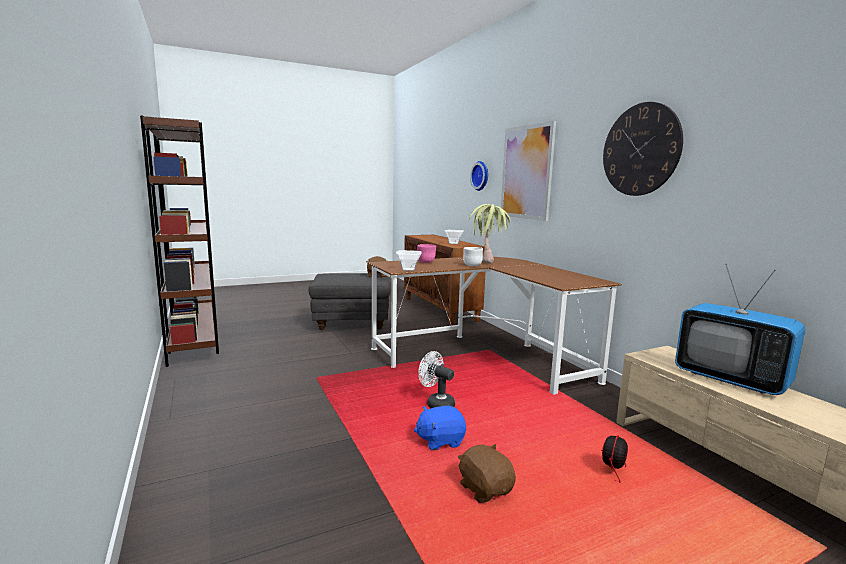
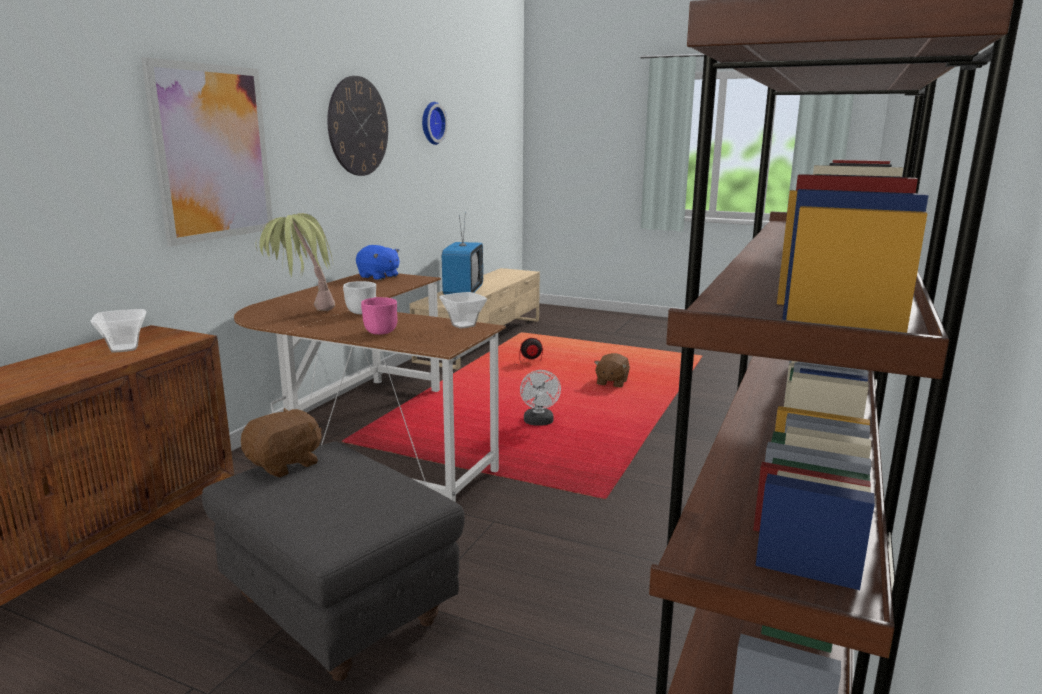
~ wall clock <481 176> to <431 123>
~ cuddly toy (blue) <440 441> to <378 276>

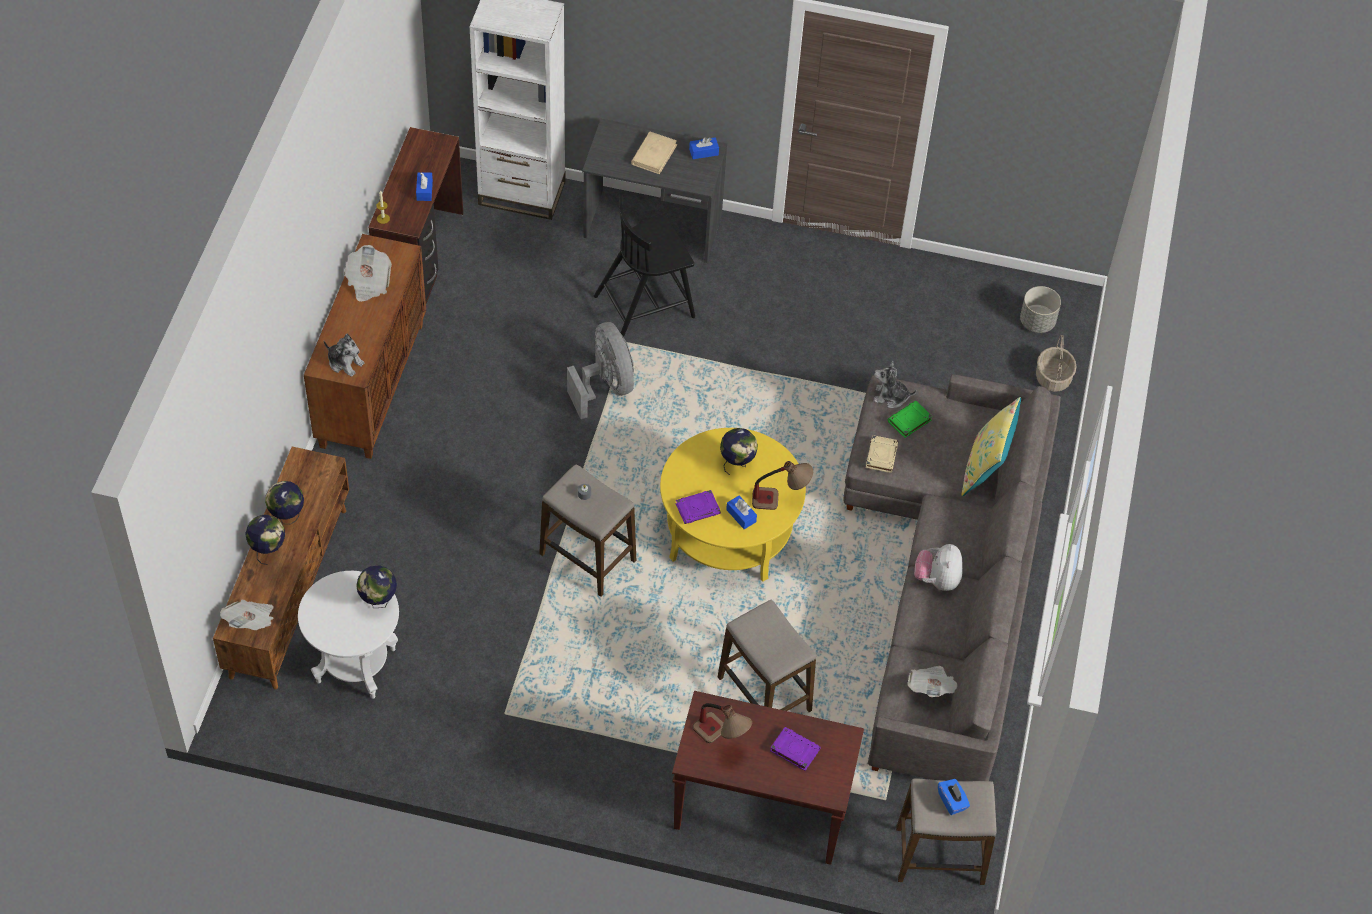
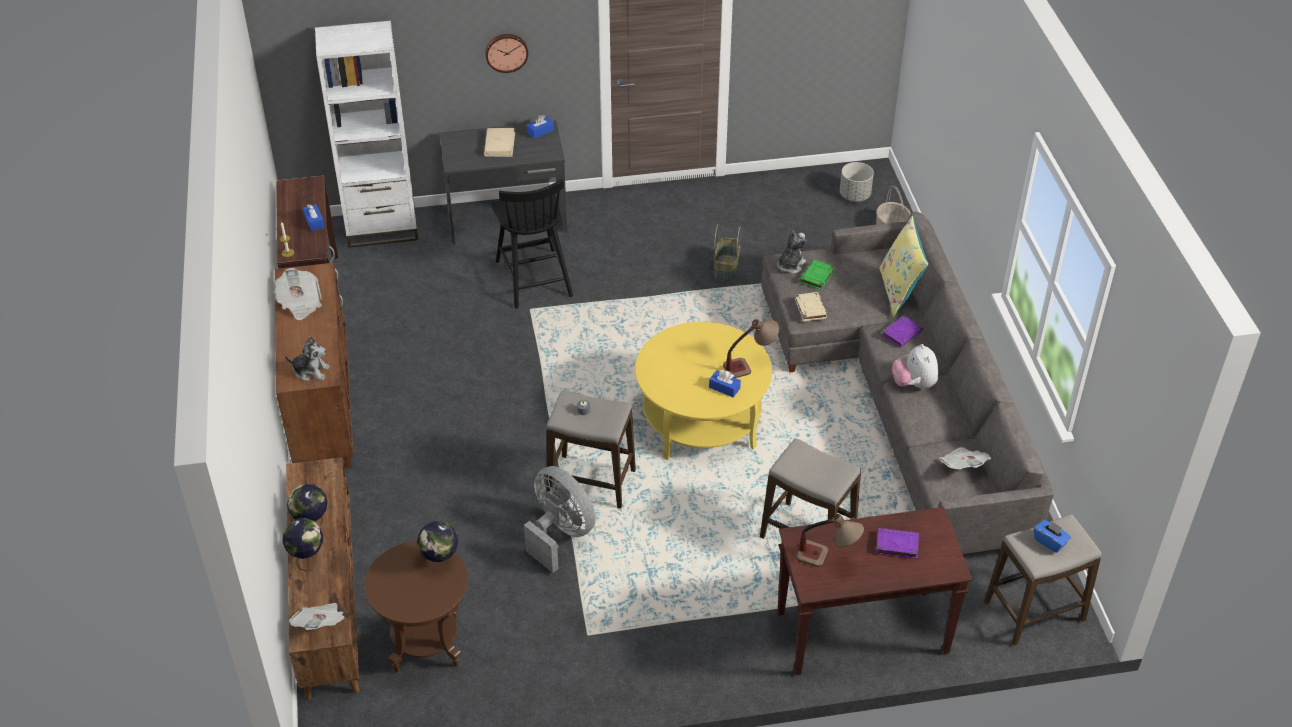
~ plain chair (black-coloured) <646 305> = <533 277> 60 degrees counterclockwise
~ cooling fan (greyish) <605 386> to <560 534>
~ cuddly toy <890 397> = <790 265> 135 degrees clockwise
- desk globe <737 463>
~ bound book (purplish) <698 509> to <902 333>
~ accent table (whitish) <356 665> to accent table (brownish) <426 644>
+ wall clock <506 52>
+ household basket <725 268>

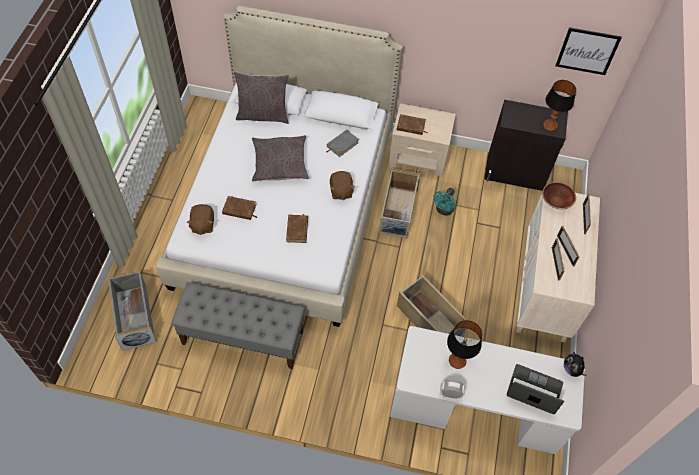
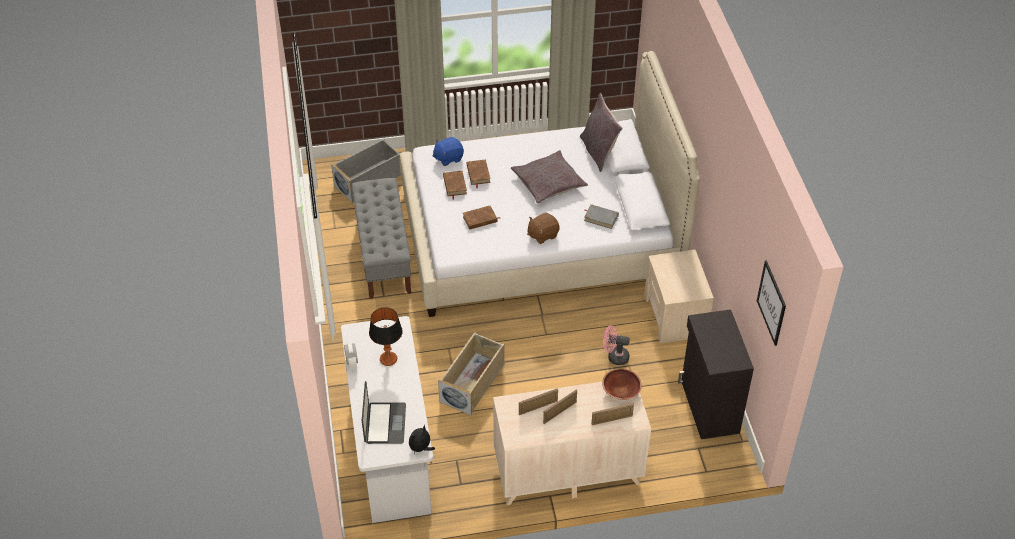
- lamp for a table <550 125>
~ bound book (brownish) <411 126> to <454 185>
- storage bin (sand-coloured) <398 212>
~ cooling fan (blue-green) <443 210> to cooling fan (pink) <614 357>
~ cuddly toy (brownish) <202 225> to cuddly toy (blue) <448 158>

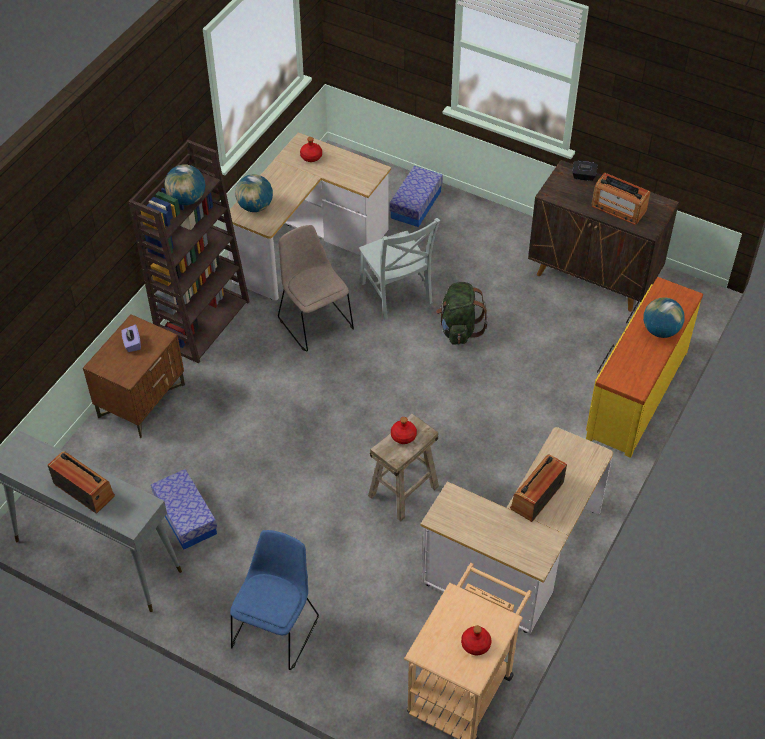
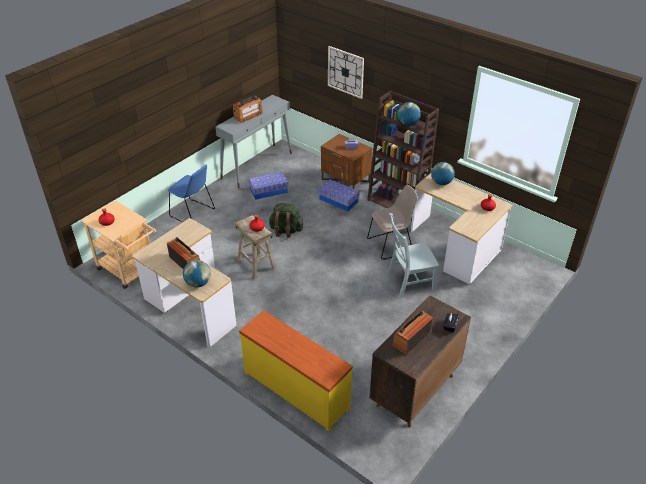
~ storage bin <416 204> to <338 200>
~ knapsack (green) <459 329> to <286 231>
~ desk globe <660 330> to <198 283>
+ wall clock <345 72>

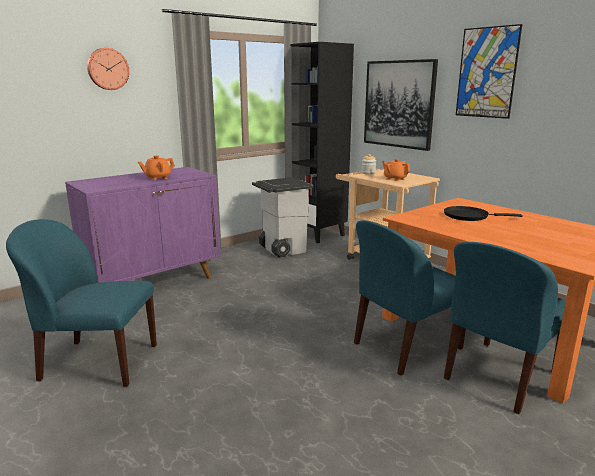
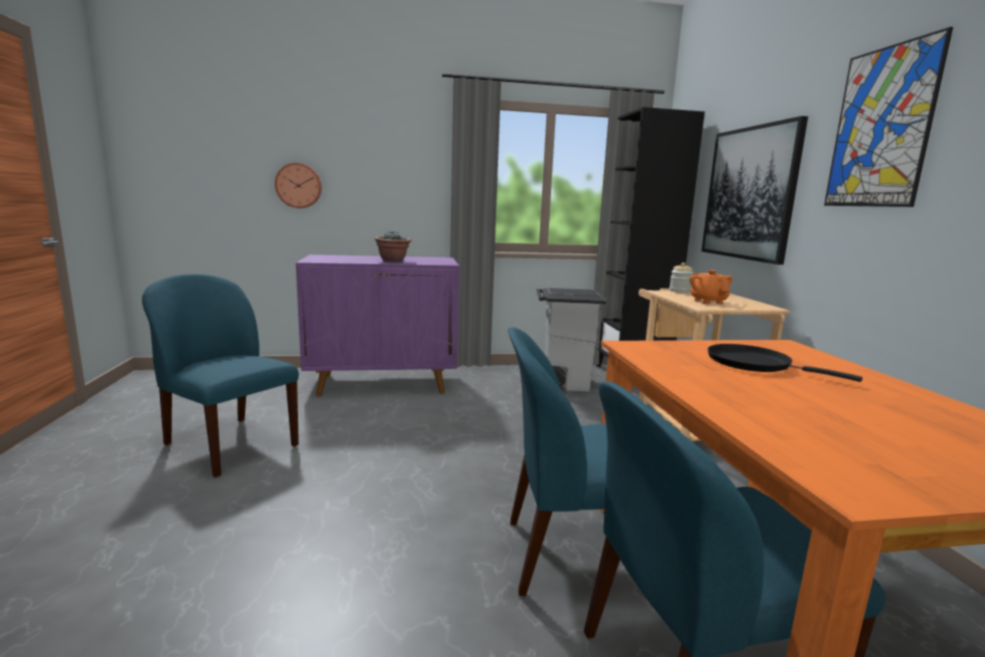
~ wall clock <107 69> to <299 185>
~ teapot (orangey) <157 178> to plant in a pot <393 261>

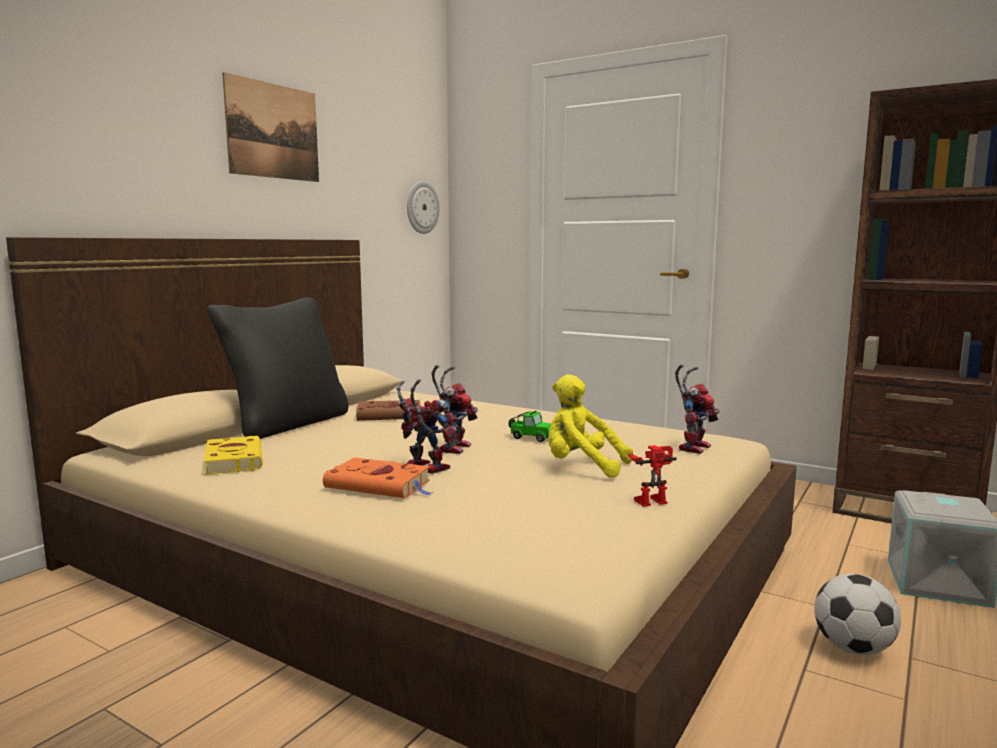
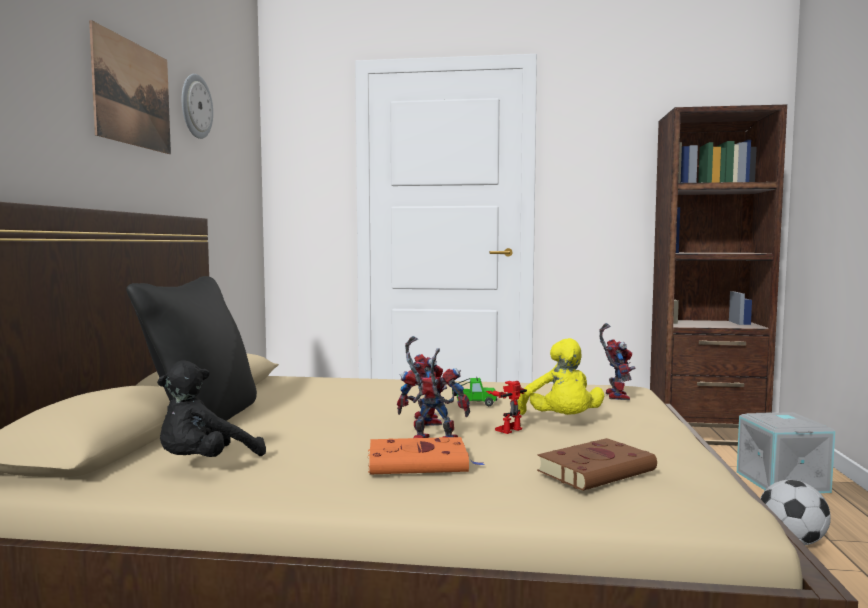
~ wall clock <421 207> to <195 106>
~ cuddly toy (yellow) <581 467> = <561 422> 105 degrees counterclockwise
~ bound book (brownish) <391 415> to <598 470>
~ bound book (yellow) <233 460> to cuddly toy (black-coloured) <205 464>
~ model robot <650 500> to <507 428>

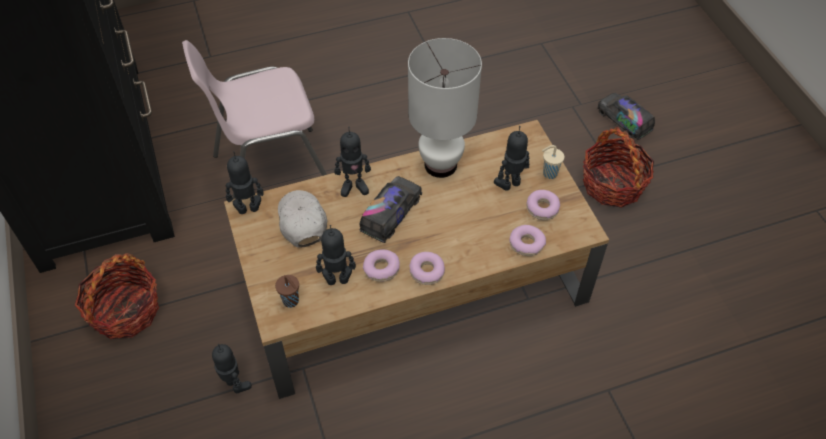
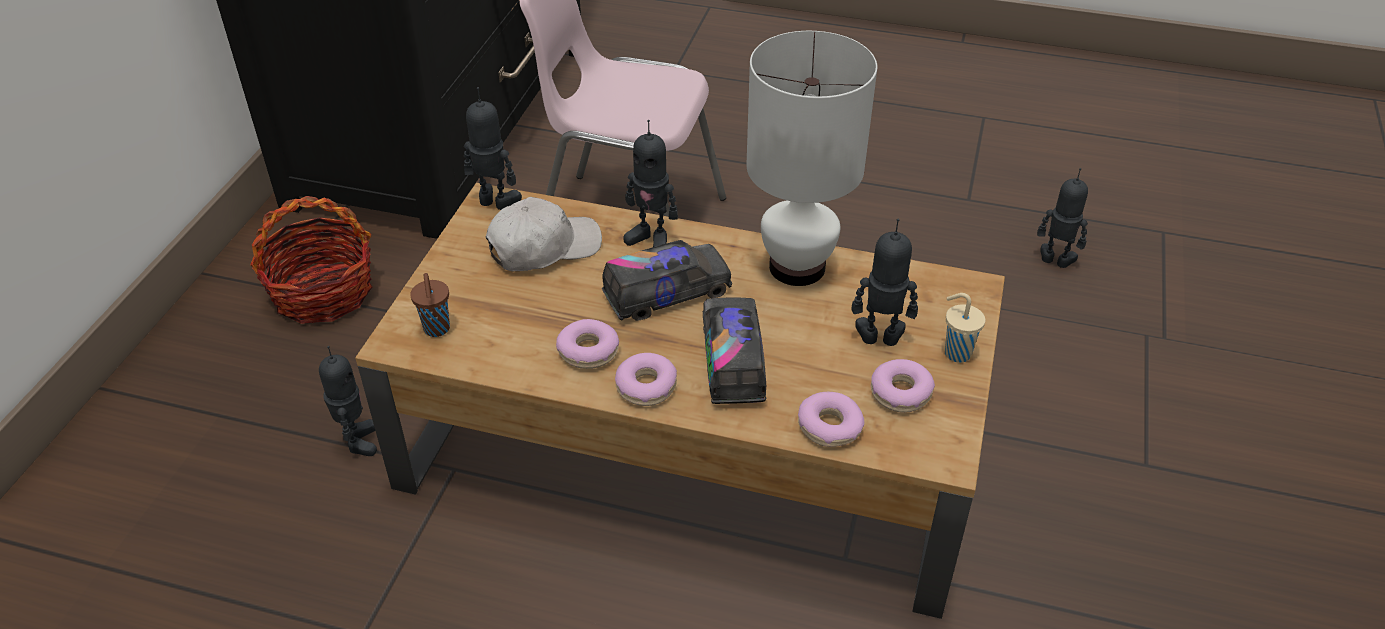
~ toy lorry <624 121> to <733 361>
- household basket <612 184>
~ cap (whitish) <302 222> = <543 247> 45 degrees clockwise
~ model robot <337 279> to <1055 260>

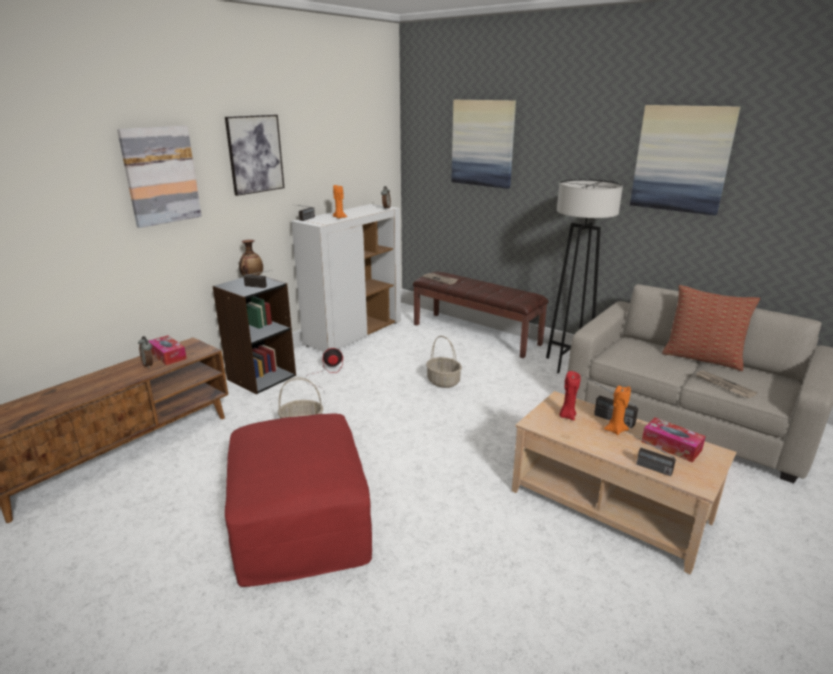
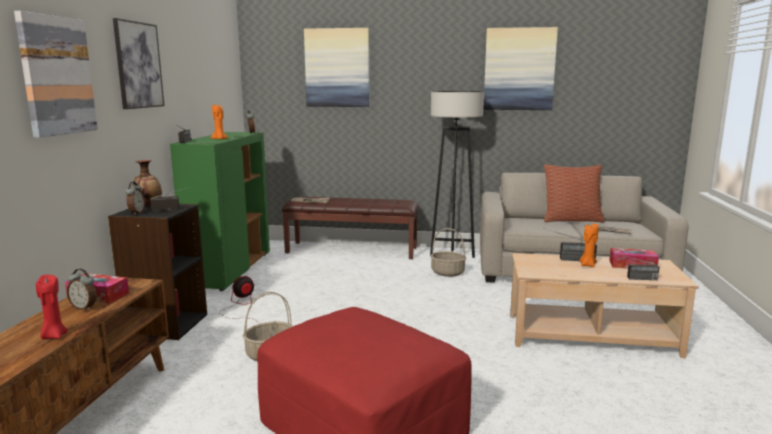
~ cupboard (whitish) <354 333> to cupboard (green) <230 270>
~ household basket <443 381> to <447 273>
~ wax candle (reddish) <567 416> to <54 336>
+ bedside clock <136 213>

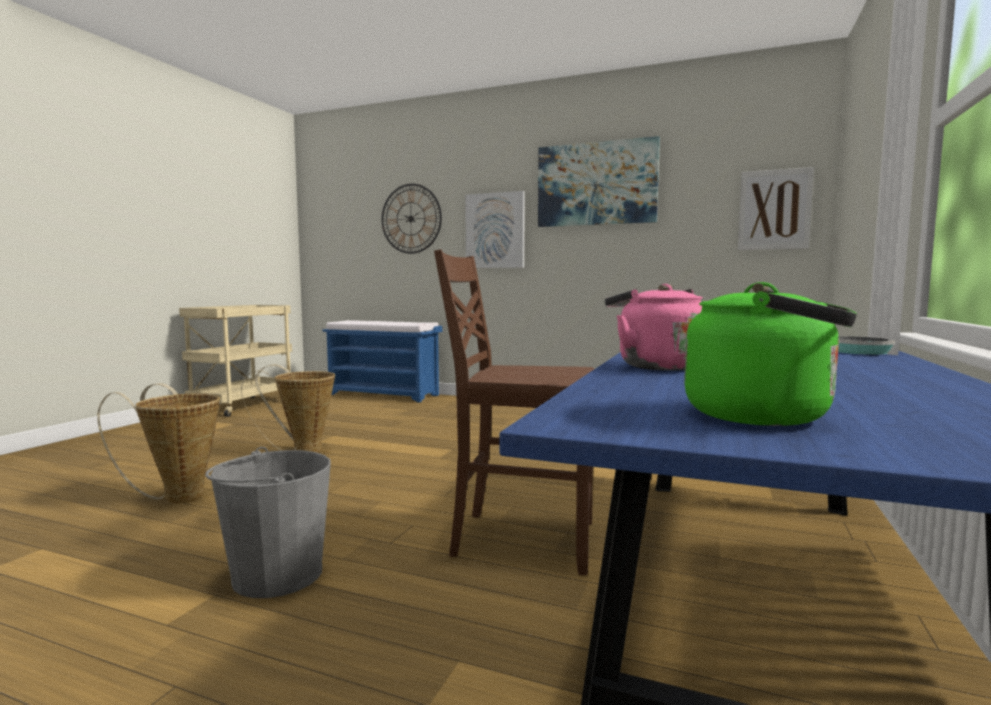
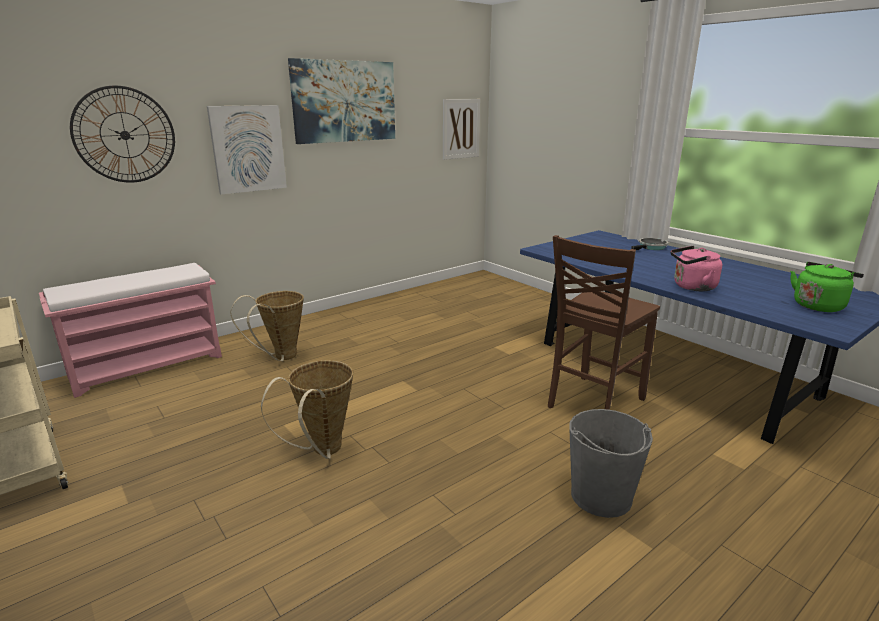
~ indoor bench (blue) <384 394> to indoor bench (pink) <149 366>
~ household basket <178 496> to <281 357>

